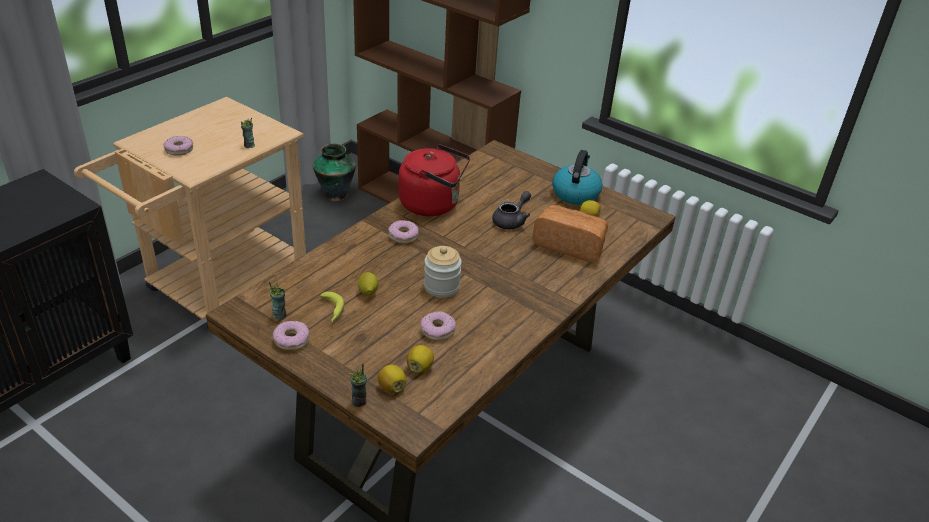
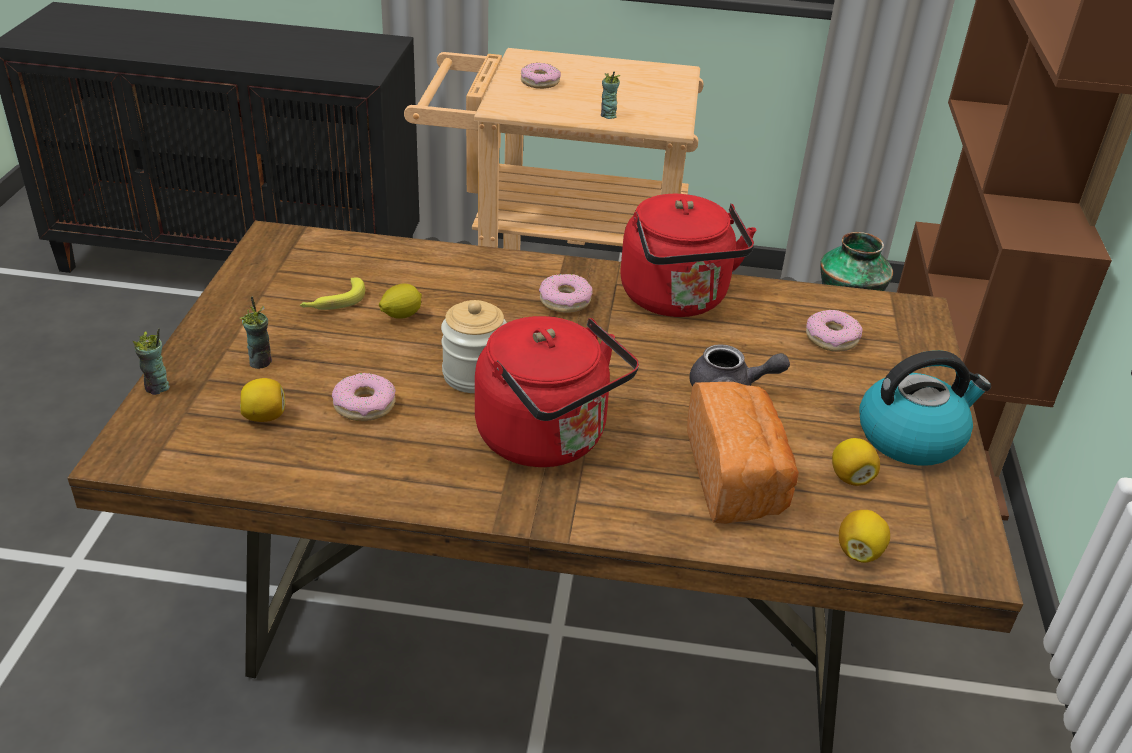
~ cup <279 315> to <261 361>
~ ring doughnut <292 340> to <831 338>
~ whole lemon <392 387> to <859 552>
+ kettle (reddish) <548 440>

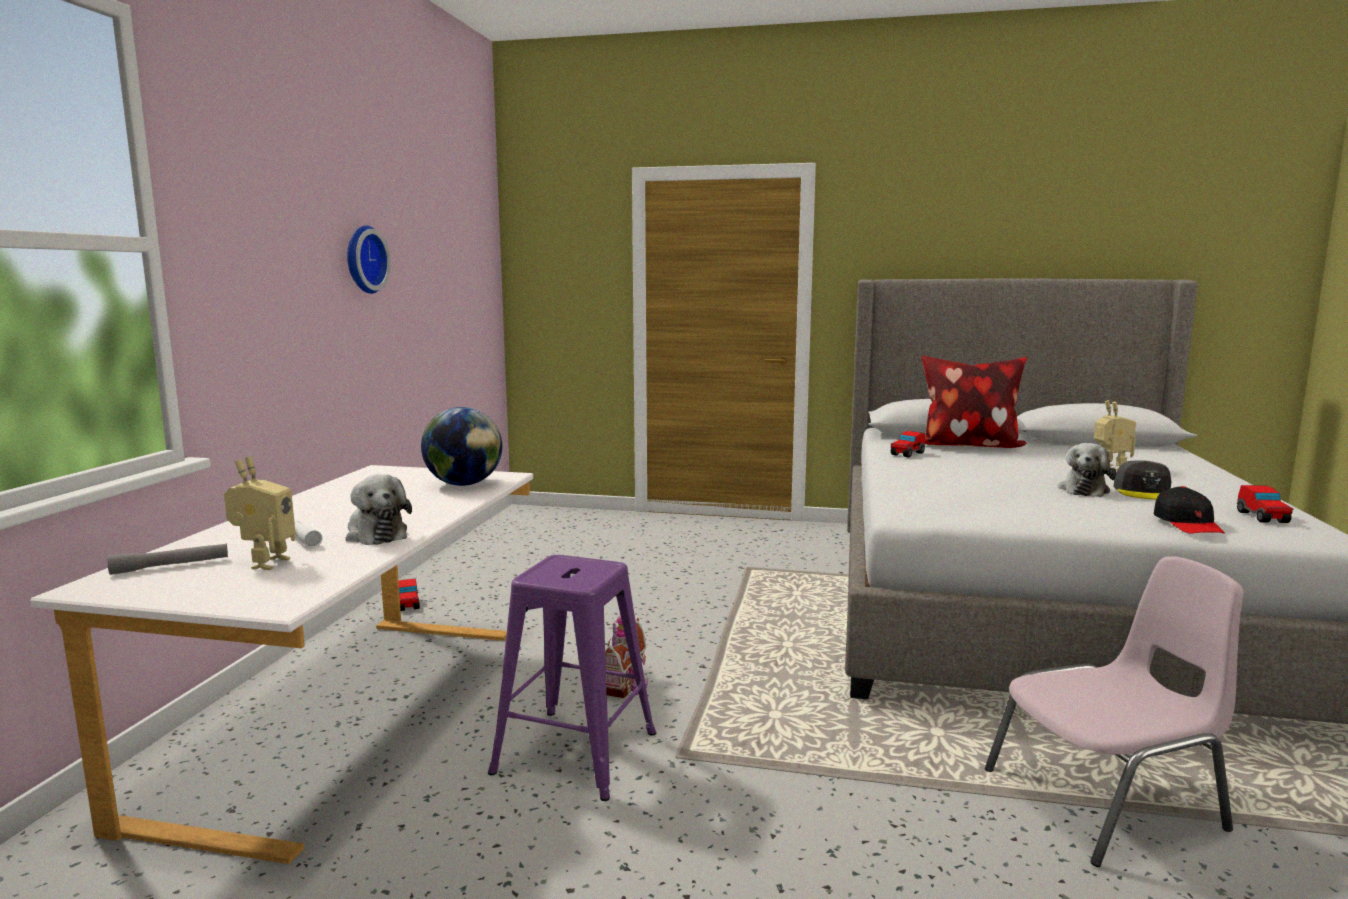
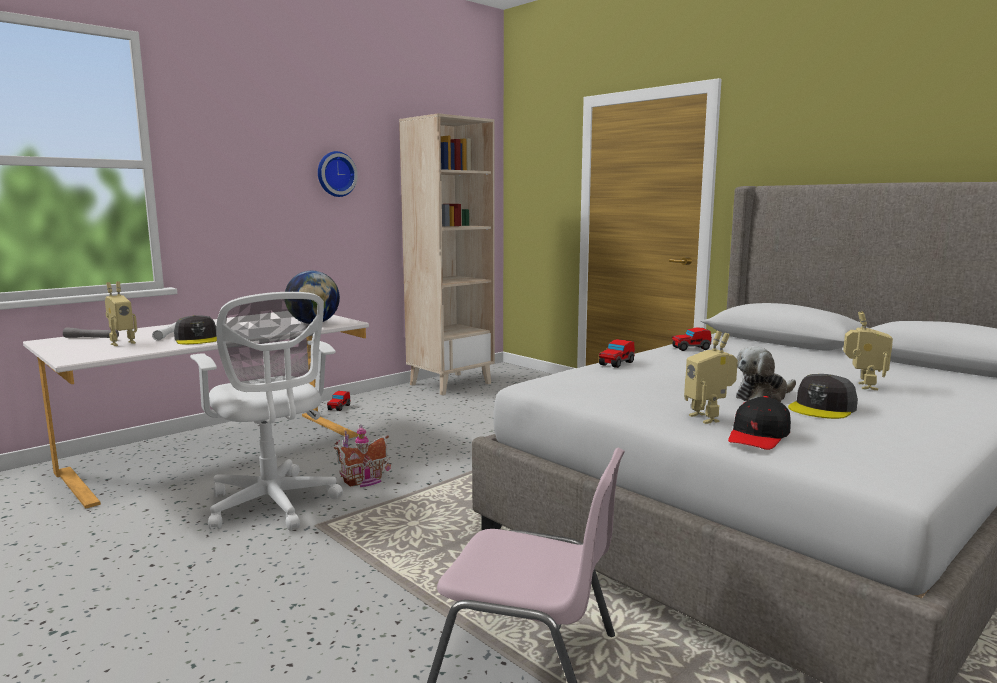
- throw pillow <968 445>
~ cuddly toy <375 534> to cap (greyish) <197 339>
~ toy car <1262 517> to <616 363>
~ sitting stool (purplish) <576 753> to computer chair (whitish) <273 505>
+ shelving unit (sand-coloured) <450 383>
+ model robot <708 418>

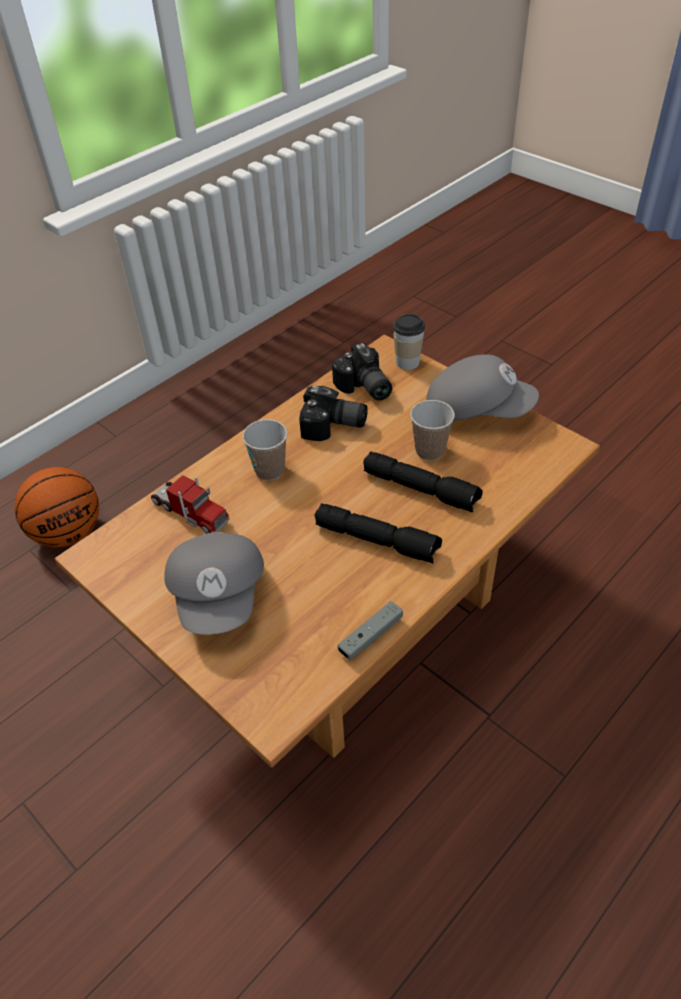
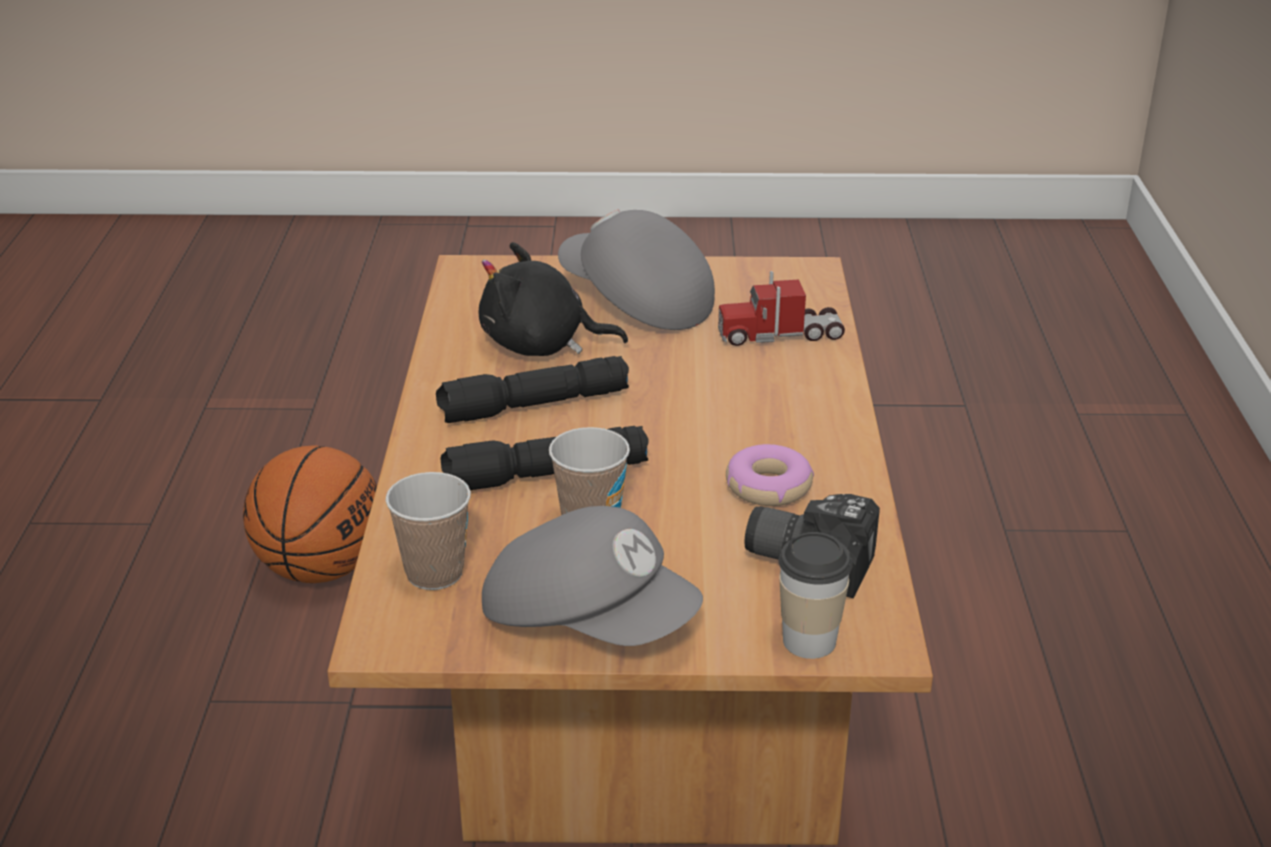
~ cap (greyish) <477 410> = <590 620> 120 degrees counterclockwise
~ photo camera <333 427> to ring doughnut <768 487>
~ cup <270 470> to <434 573>
~ basketball <68 533> to <320 568>
- joypad (greyish) <370 636>
+ cuddly toy (black-coloured) <541 345>

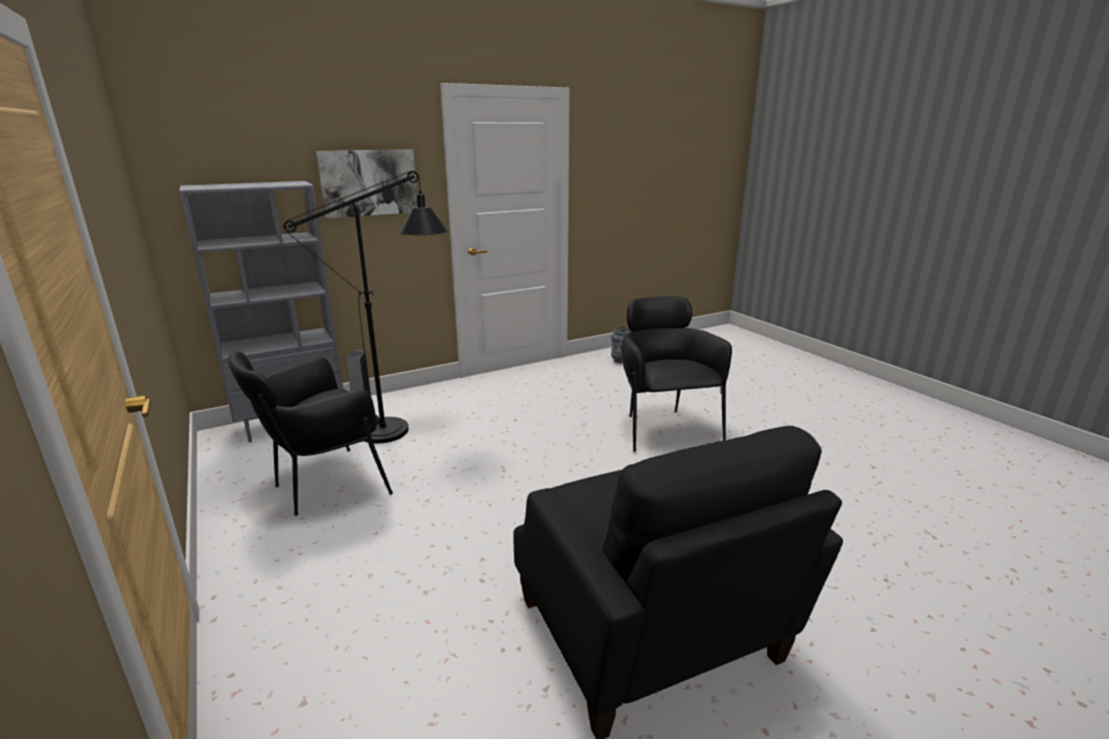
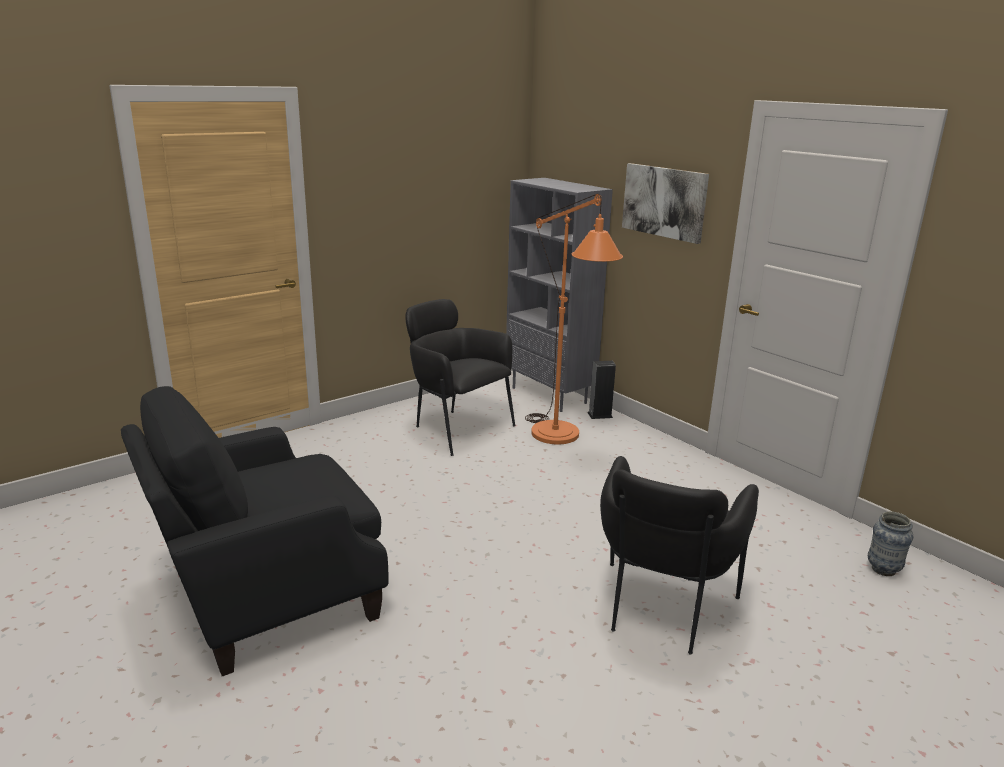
~ standing lamp (black-coloured) <398 429> to standing lamp (orangey) <561 439>
~ easy chair (black-coloured) <664 427> = <661 613> 135 degrees clockwise

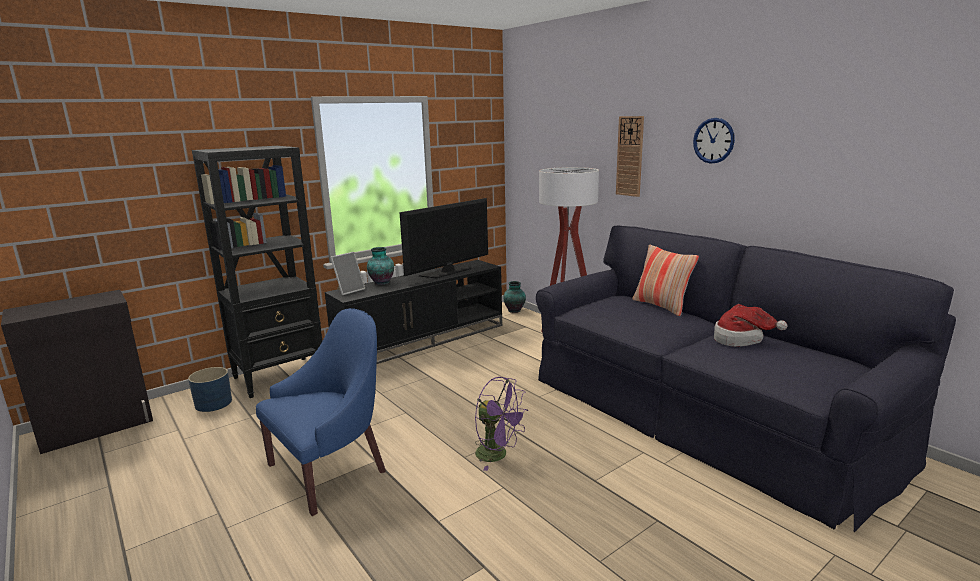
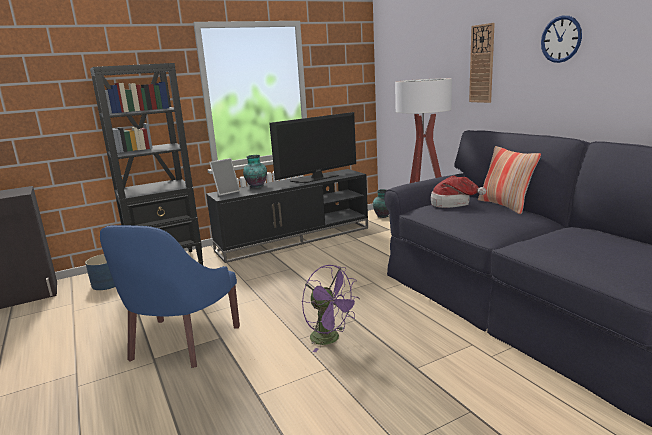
~ wearable hat <741 339> to <453 203>
~ easy chair (blue) <331 470> = <180 343> 135 degrees clockwise

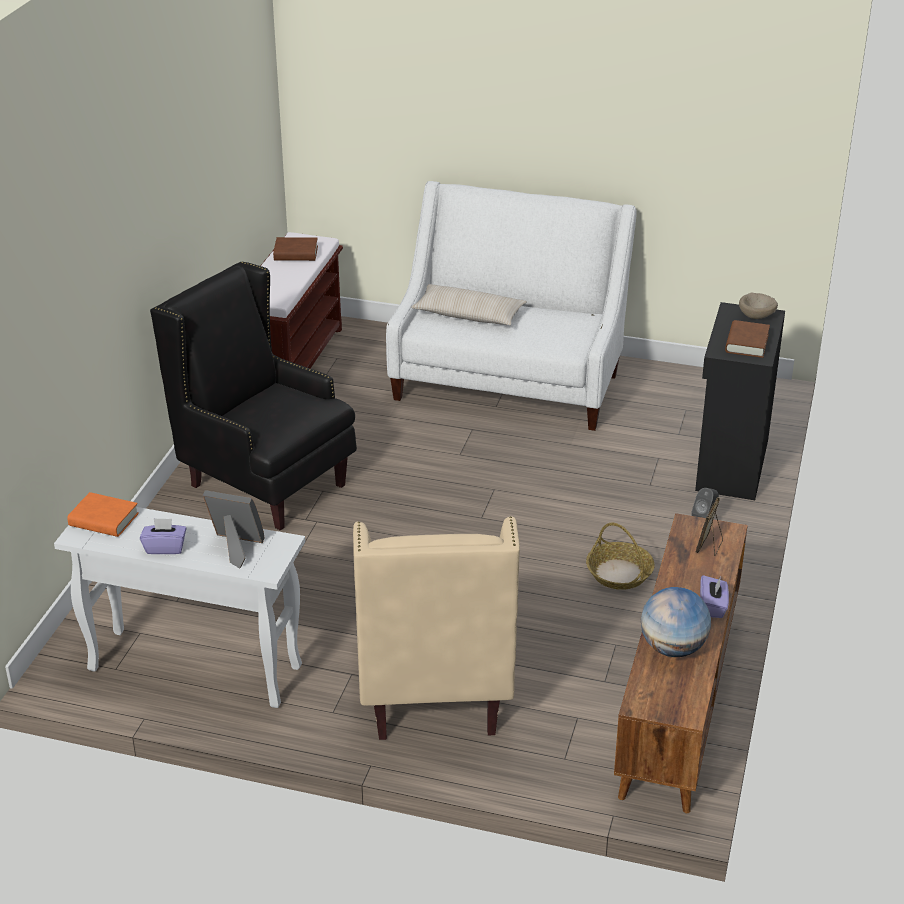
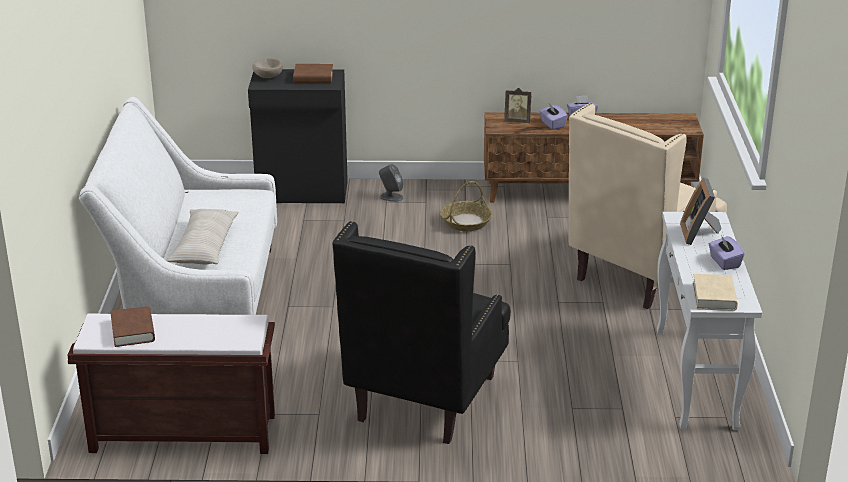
~ bound book (orangey) <103 520> to bound book (sand-coloured) <714 297>
~ easy chair (sand-coloured) <434 689> = <641 274> 150 degrees clockwise
- desk globe <673 648>
+ tissue holder (purplish) <552 124>

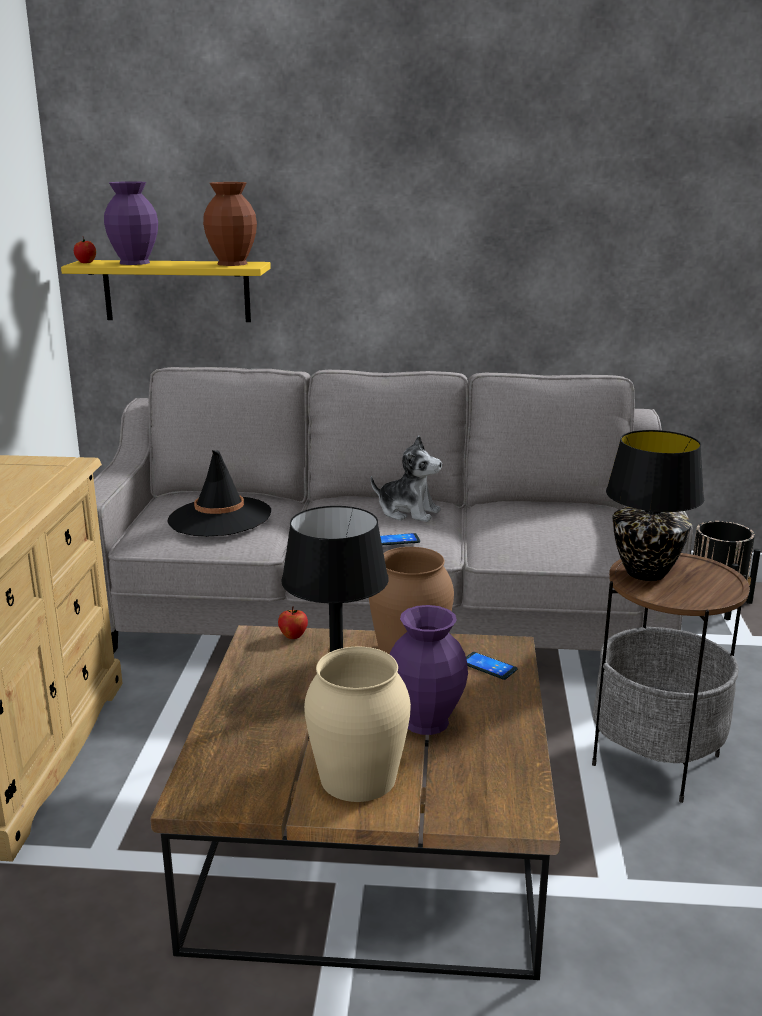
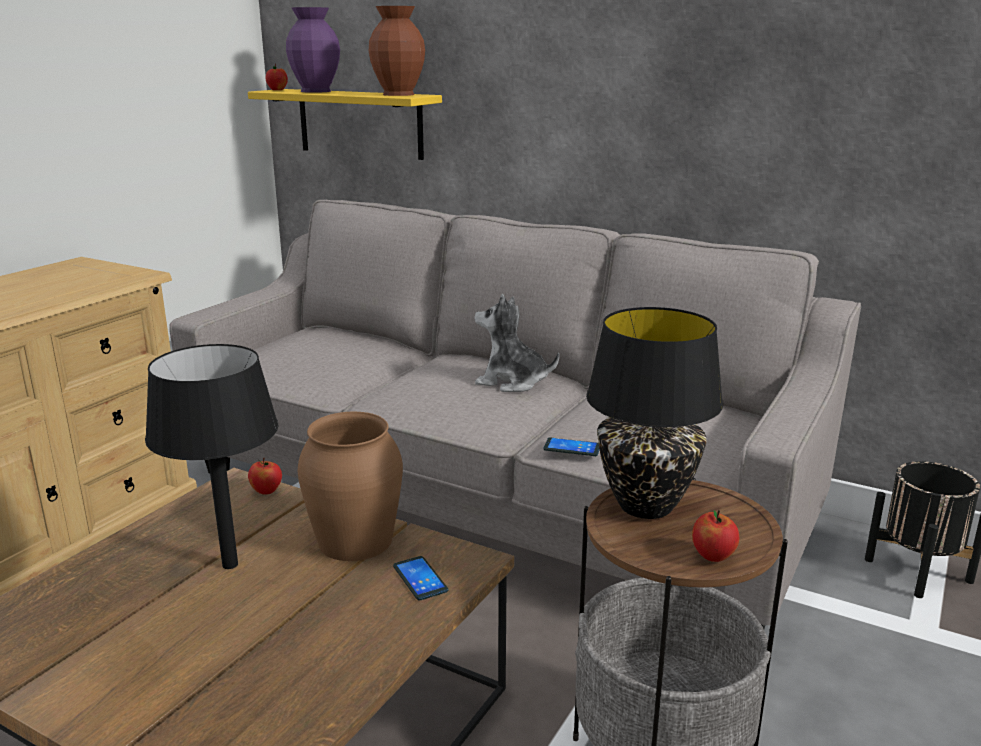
~ cuddly toy <408 512> = <512 382> 150 degrees clockwise
- wearable hat (black-coloured) <219 517>
~ phone <397 540> to <572 448>
- vase (purplish) <424 721>
- vase (sand-coloured) <359 777>
+ apple <713 556>

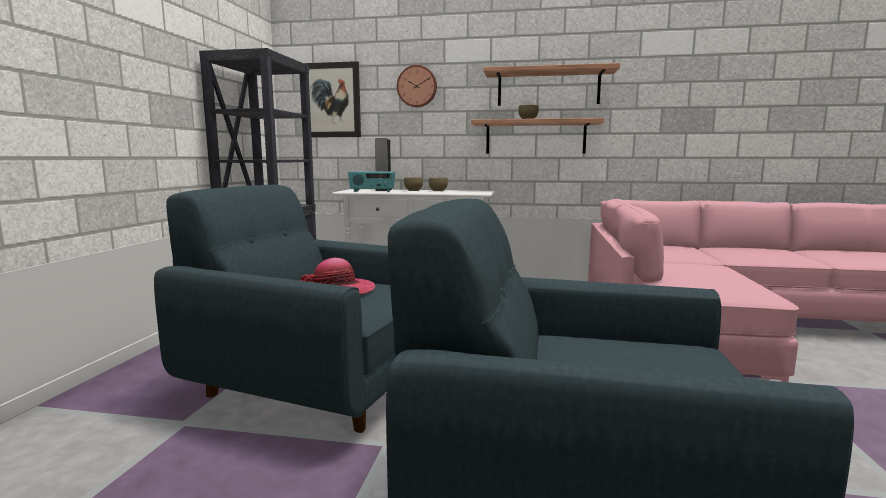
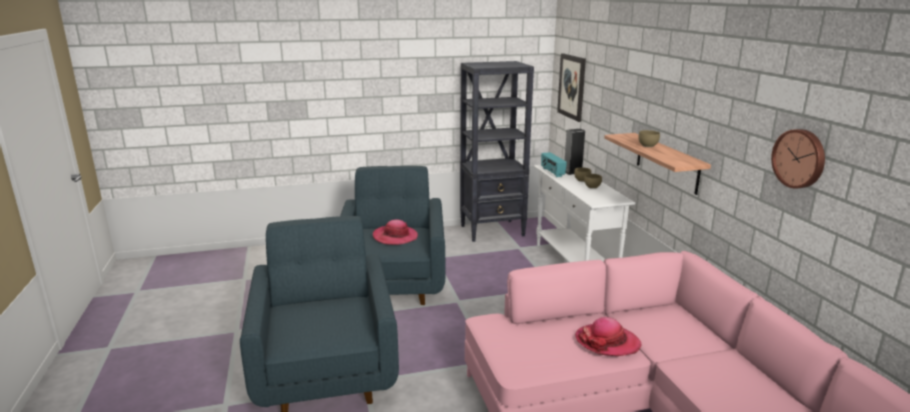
- shelf <548 88>
~ wall clock <417 86> to <800 158>
+ wearable hat <607 342>

